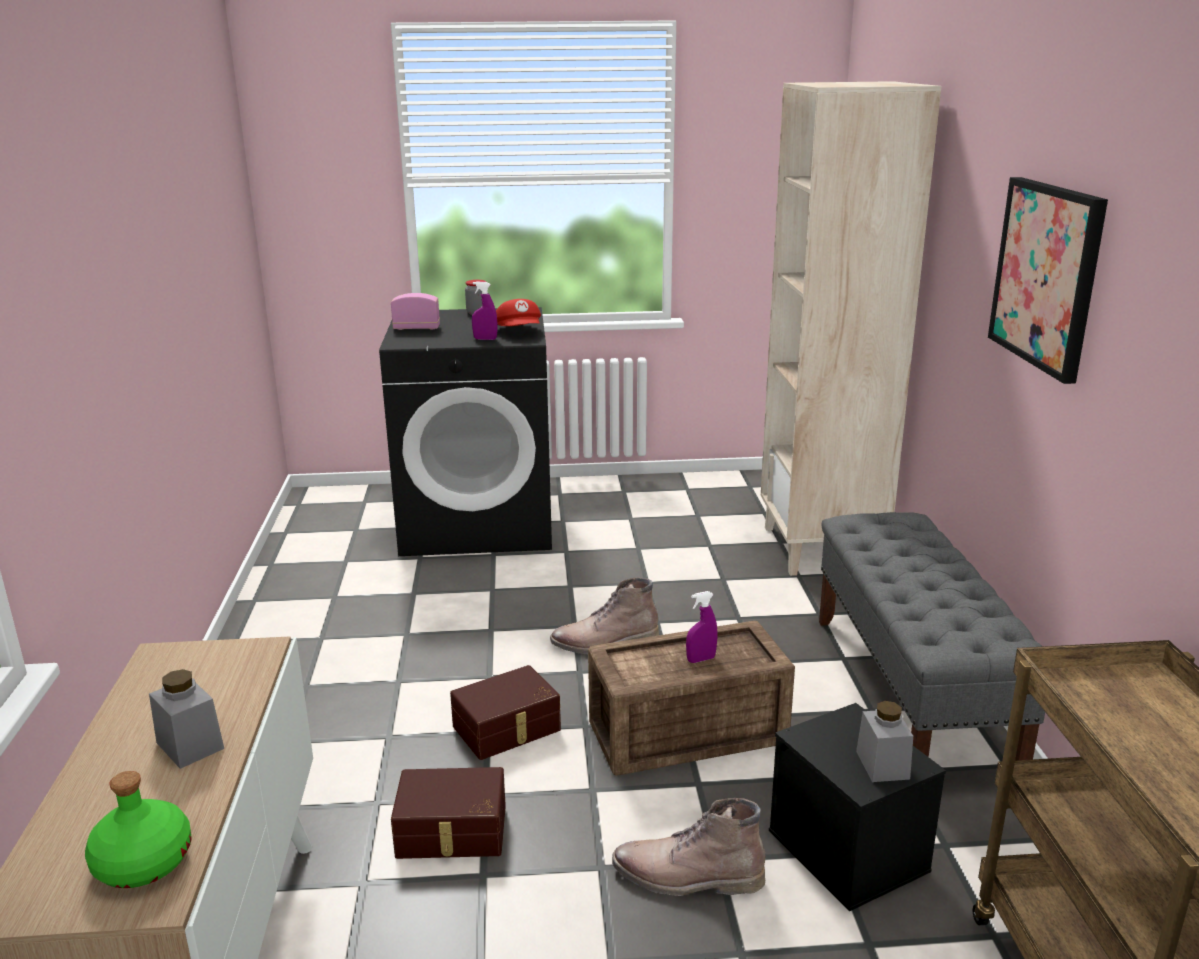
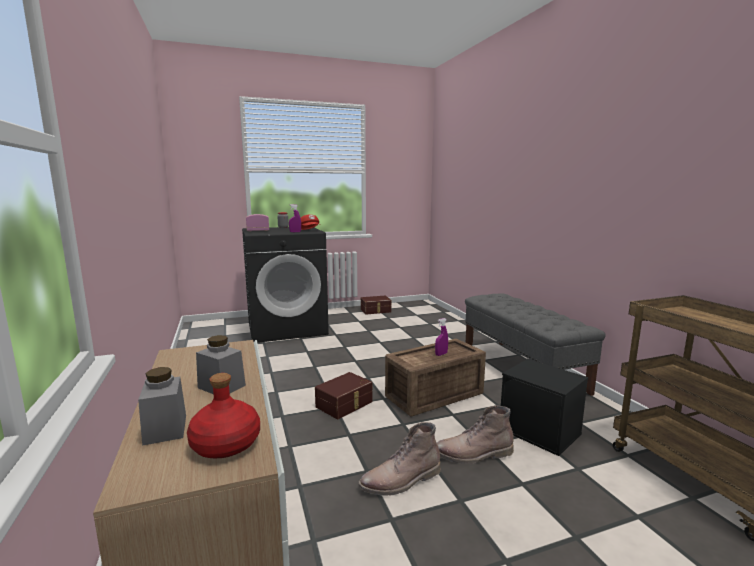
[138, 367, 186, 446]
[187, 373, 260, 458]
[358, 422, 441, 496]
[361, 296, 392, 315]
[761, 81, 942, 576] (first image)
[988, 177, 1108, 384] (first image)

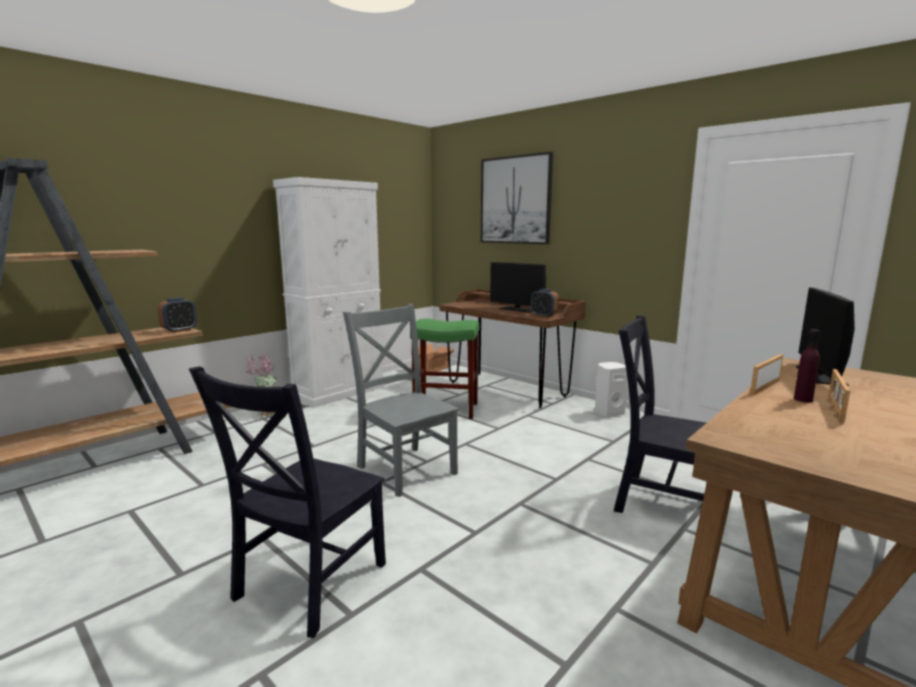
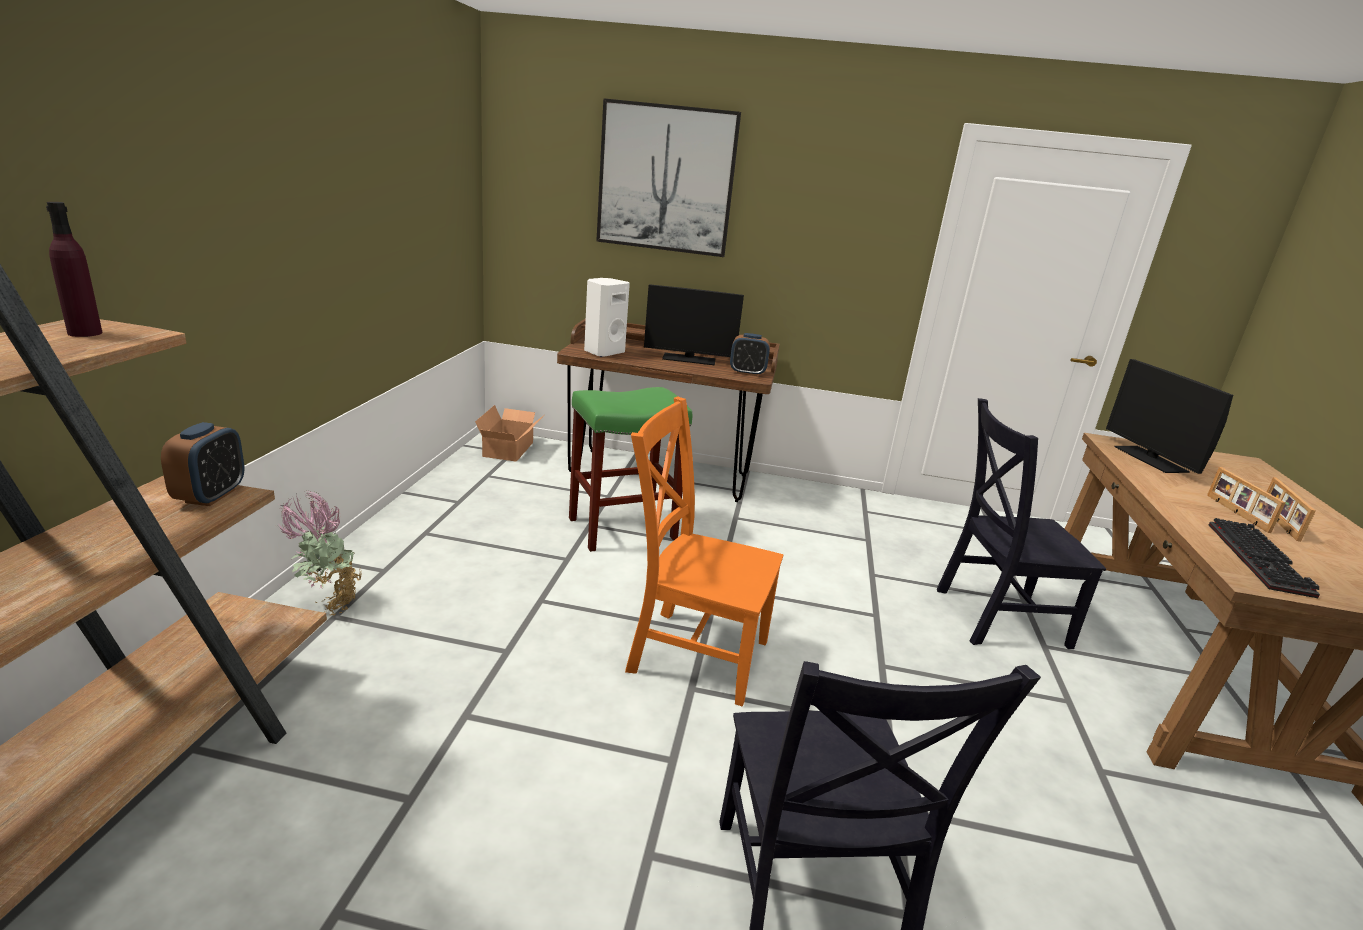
[46, 202, 103, 337]
[584, 278, 630, 357]
[625, 396, 783, 706]
[1209, 518, 1320, 598]
[1267, 477, 1316, 542]
[273, 177, 384, 408] (first image)

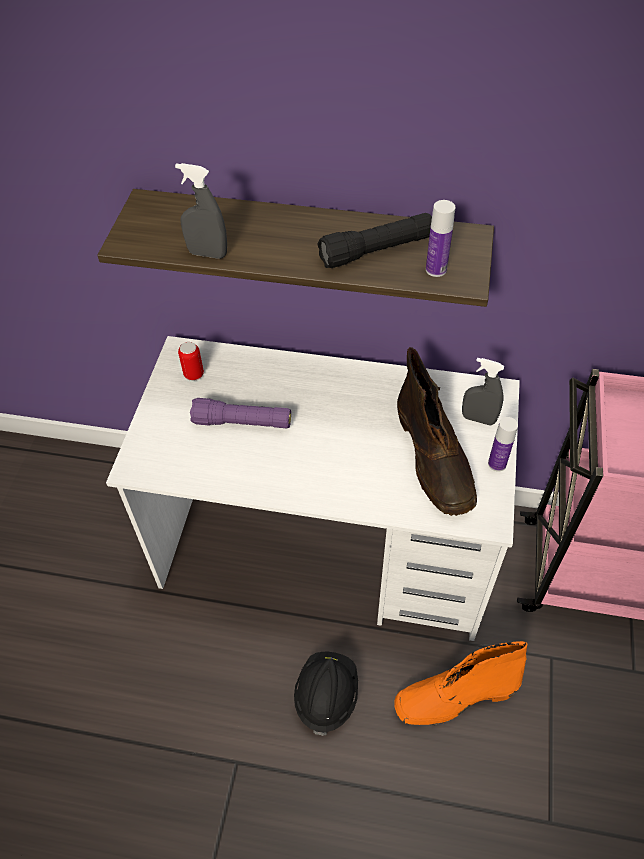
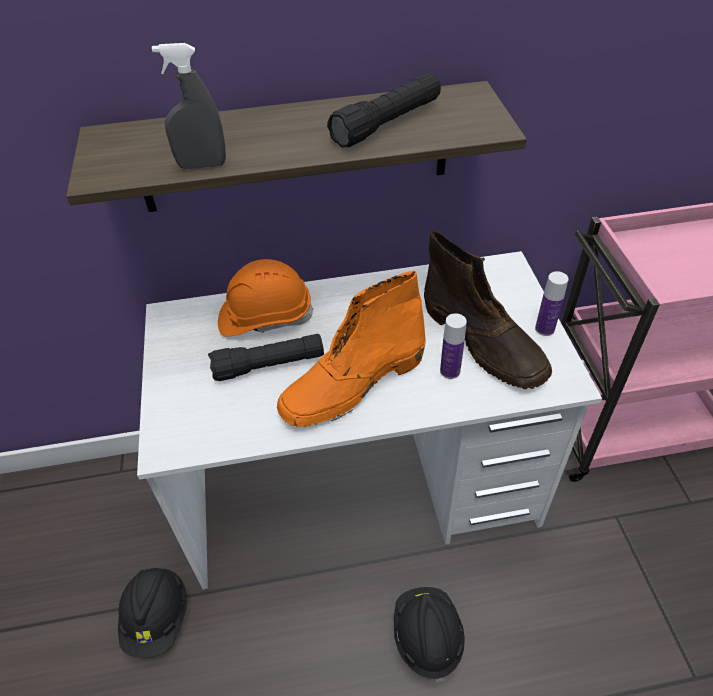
[118, 568, 187, 658]
[208, 334, 324, 381]
[218, 259, 313, 337]
[277, 271, 426, 428]
[440, 313, 467, 379]
[178, 342, 204, 381] (first image)
[462, 358, 504, 426] (first image)

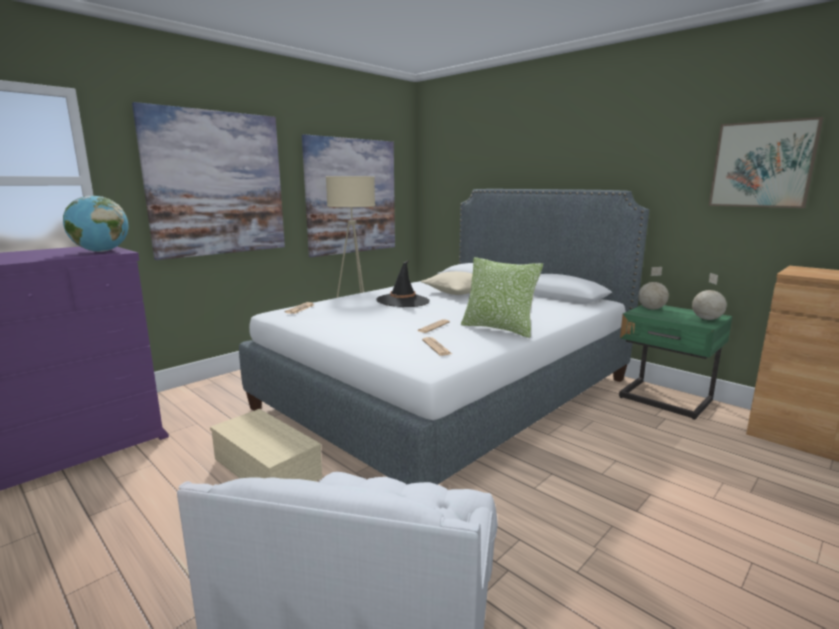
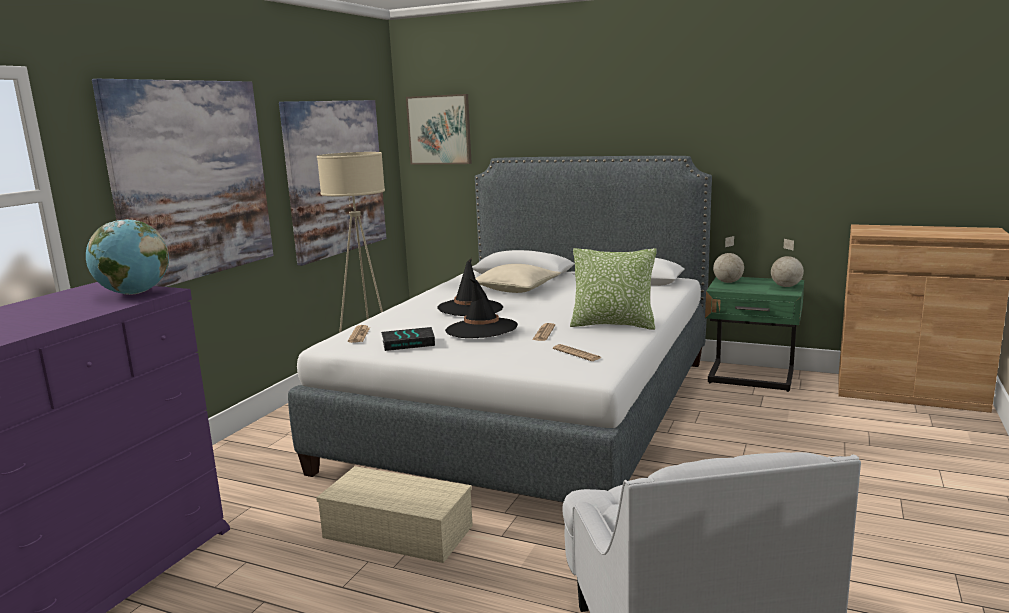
[381, 327, 435, 351]
[406, 94, 472, 165]
[445, 278, 518, 338]

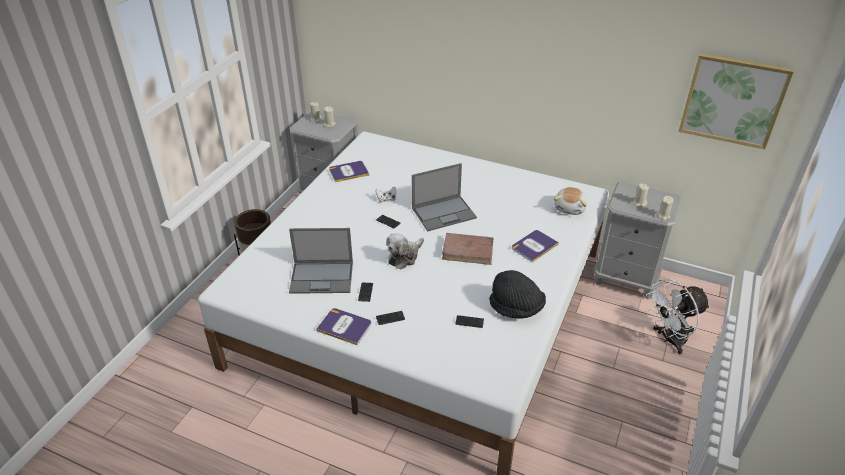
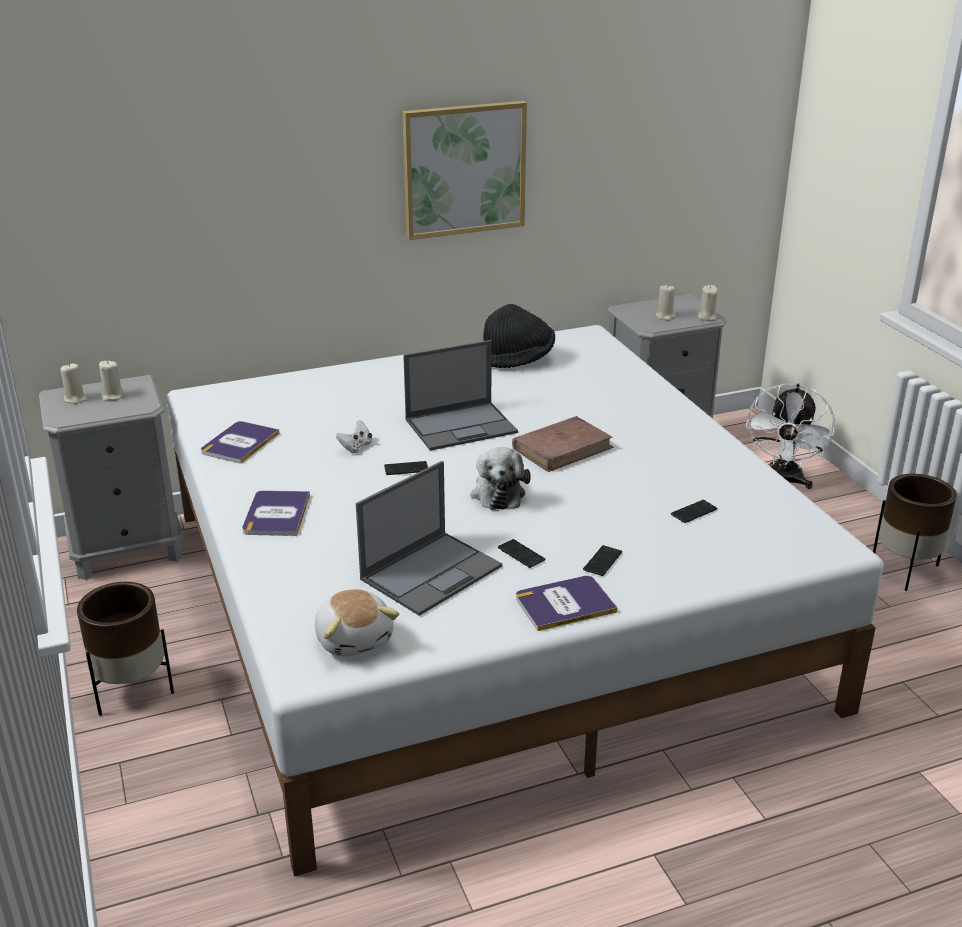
[242, 490, 310, 536]
[315, 589, 399, 657]
[402, 101, 527, 240]
[403, 340, 518, 451]
[483, 304, 555, 368]
[873, 474, 957, 591]

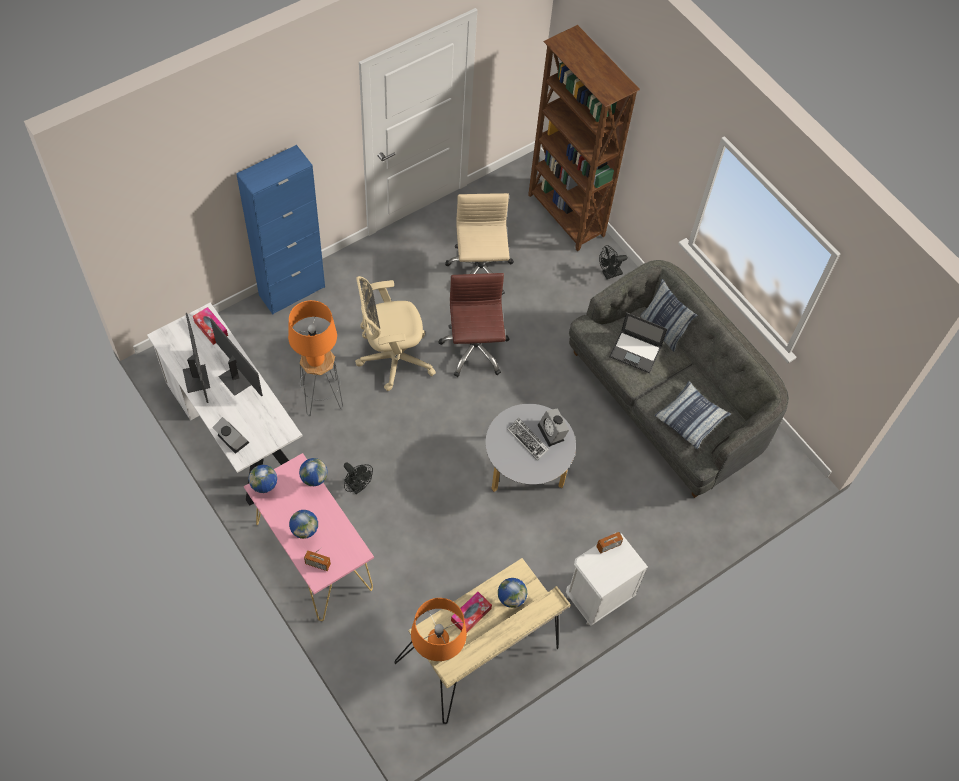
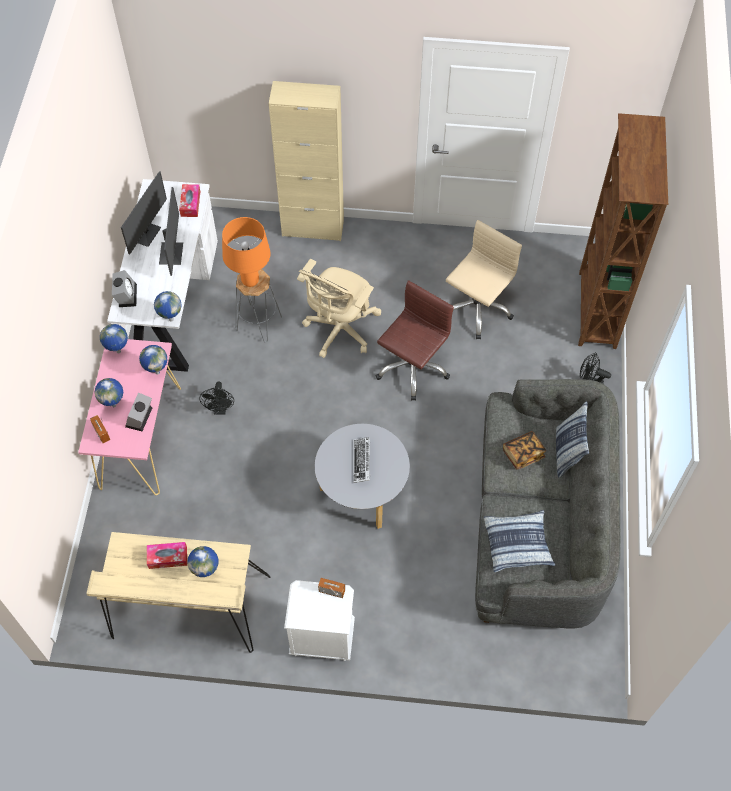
[125, 393, 152, 431]
[154, 291, 182, 321]
[269, 81, 344, 241]
[297, 259, 381, 358]
[503, 431, 546, 470]
[411, 598, 467, 661] (first image)

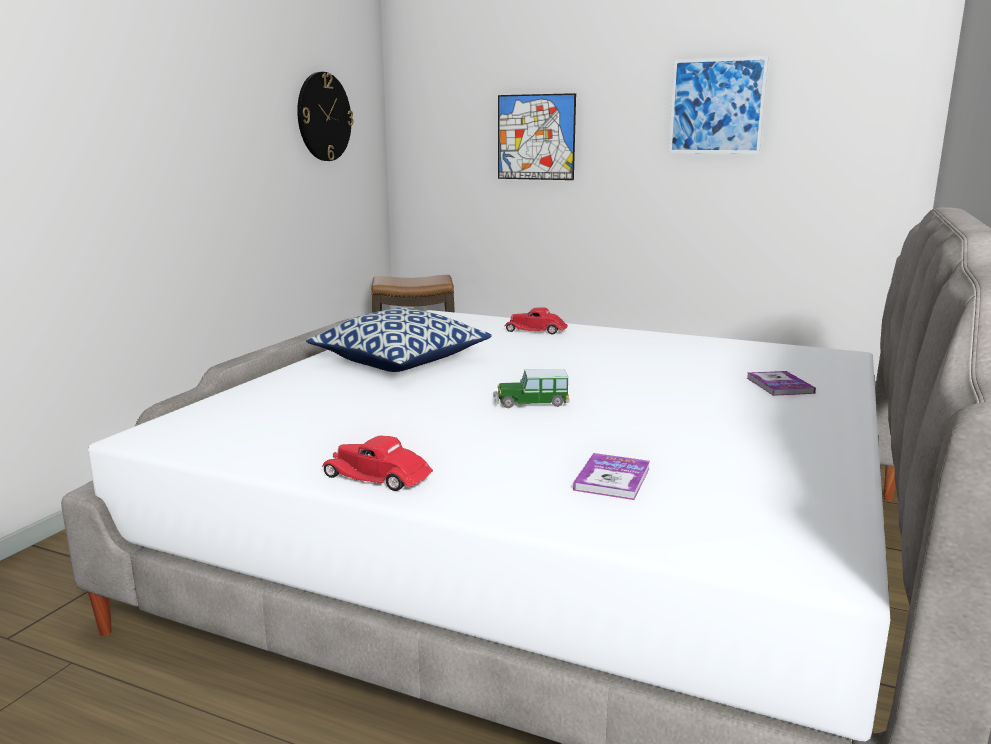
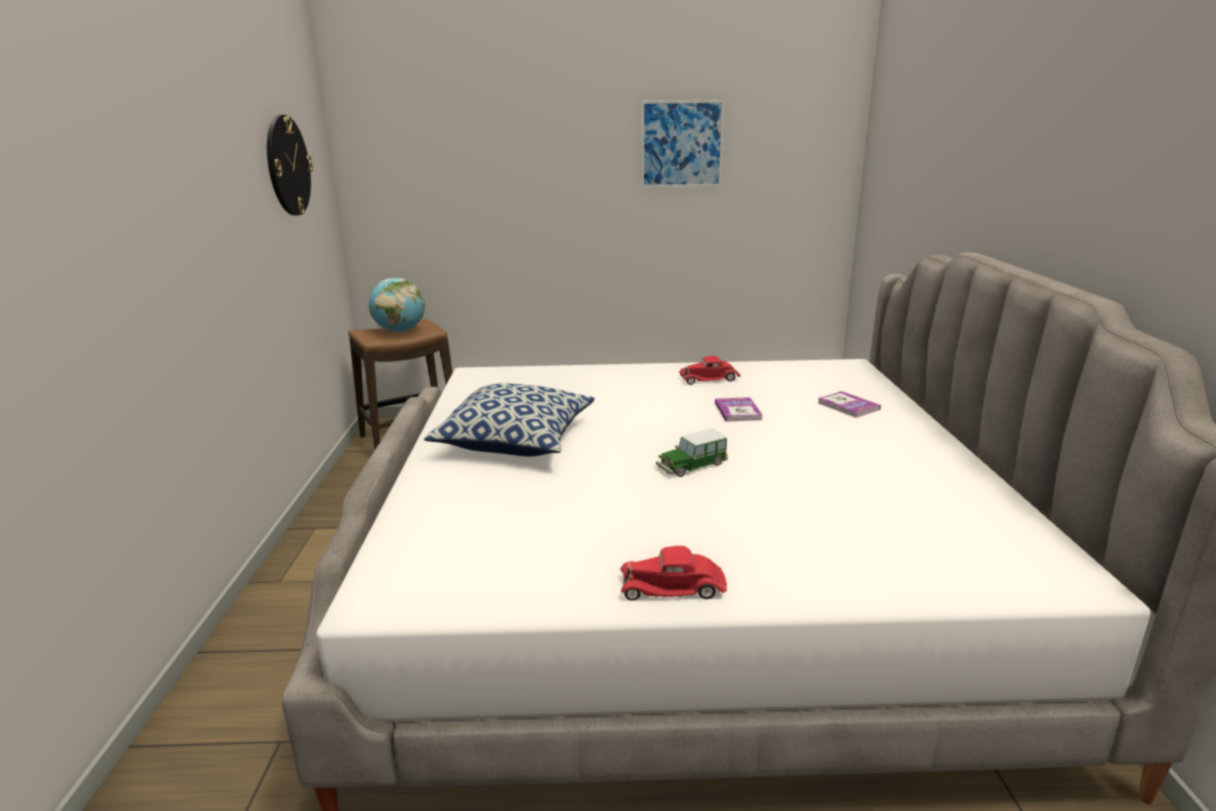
[369, 278, 425, 332]
[679, 356, 741, 385]
[715, 397, 763, 422]
[498, 93, 576, 180] (first image)

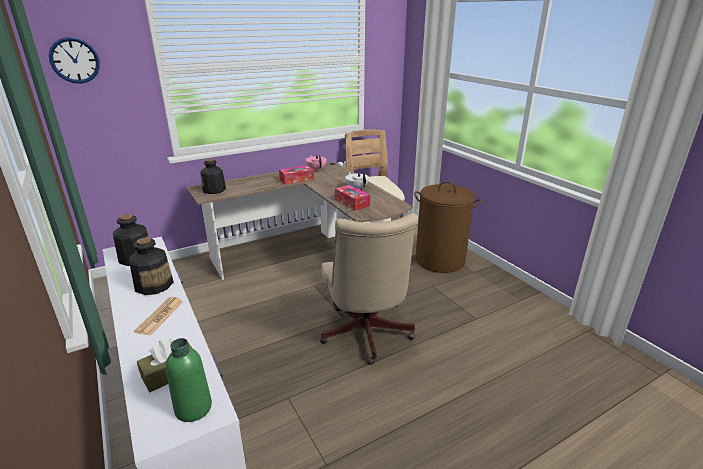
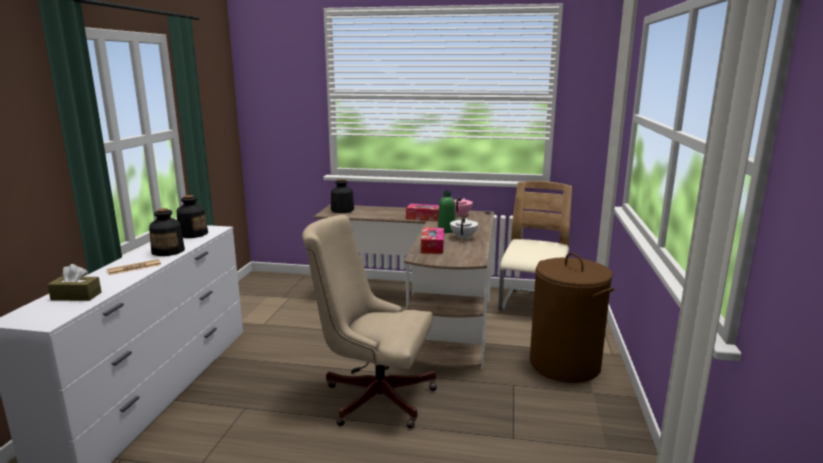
[302, 215, 437, 429]
[438, 191, 455, 233]
[49, 37, 100, 84] (first image)

